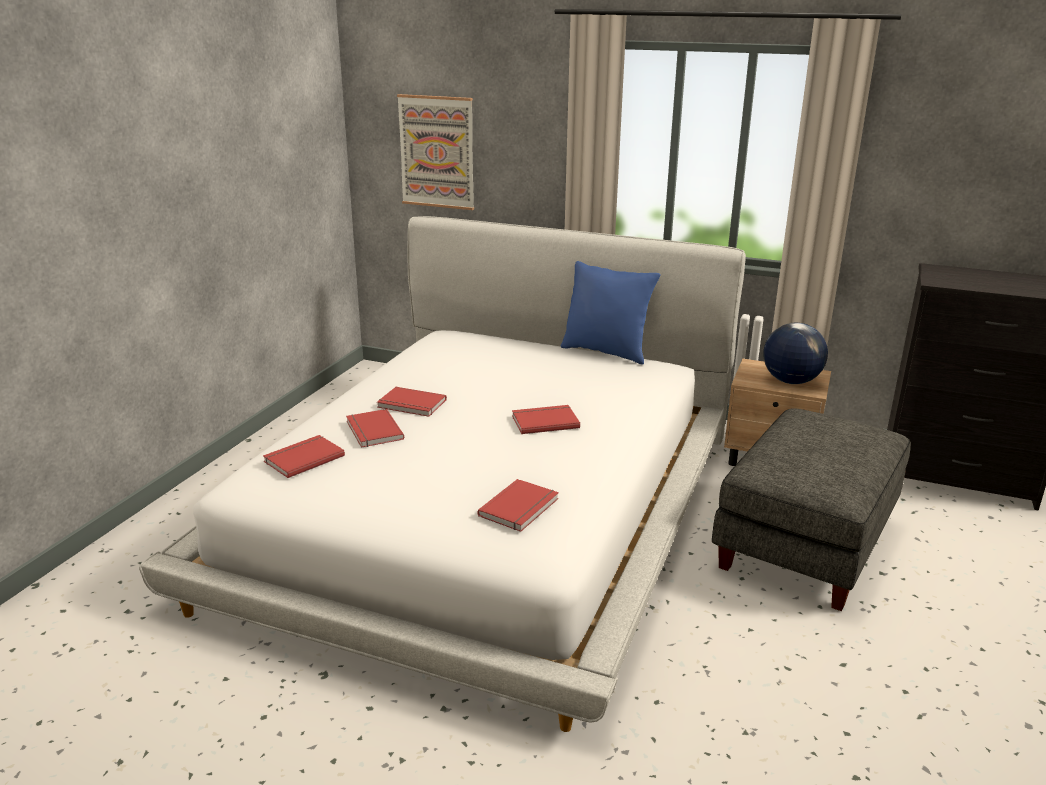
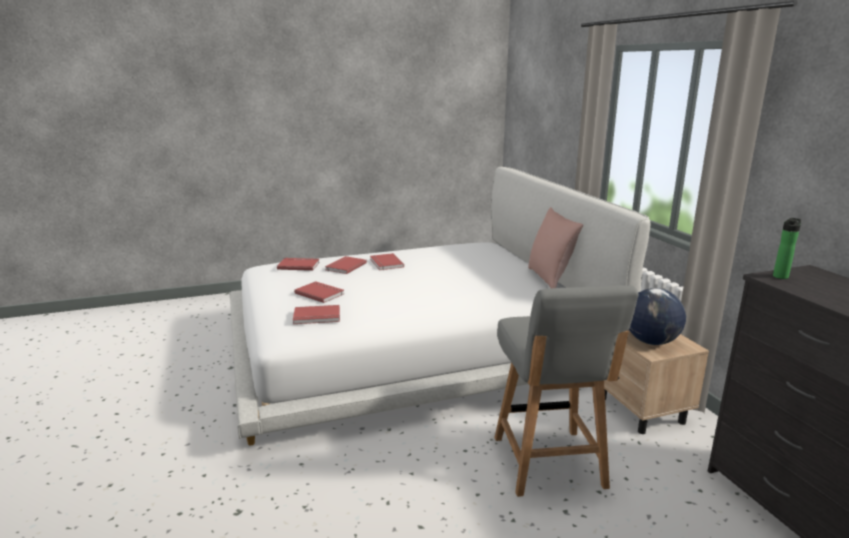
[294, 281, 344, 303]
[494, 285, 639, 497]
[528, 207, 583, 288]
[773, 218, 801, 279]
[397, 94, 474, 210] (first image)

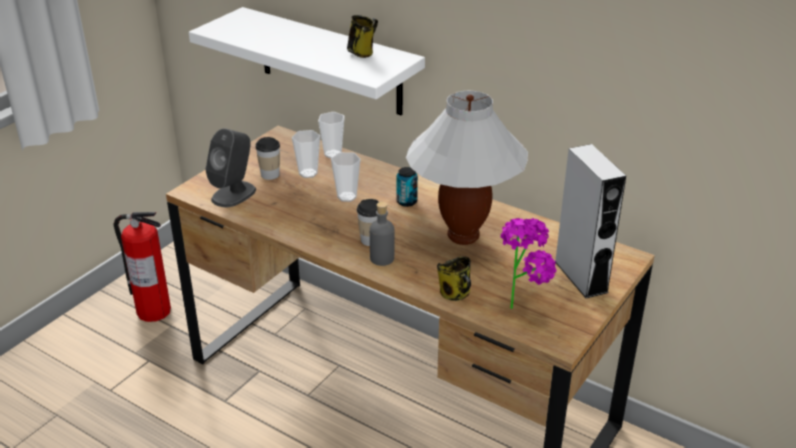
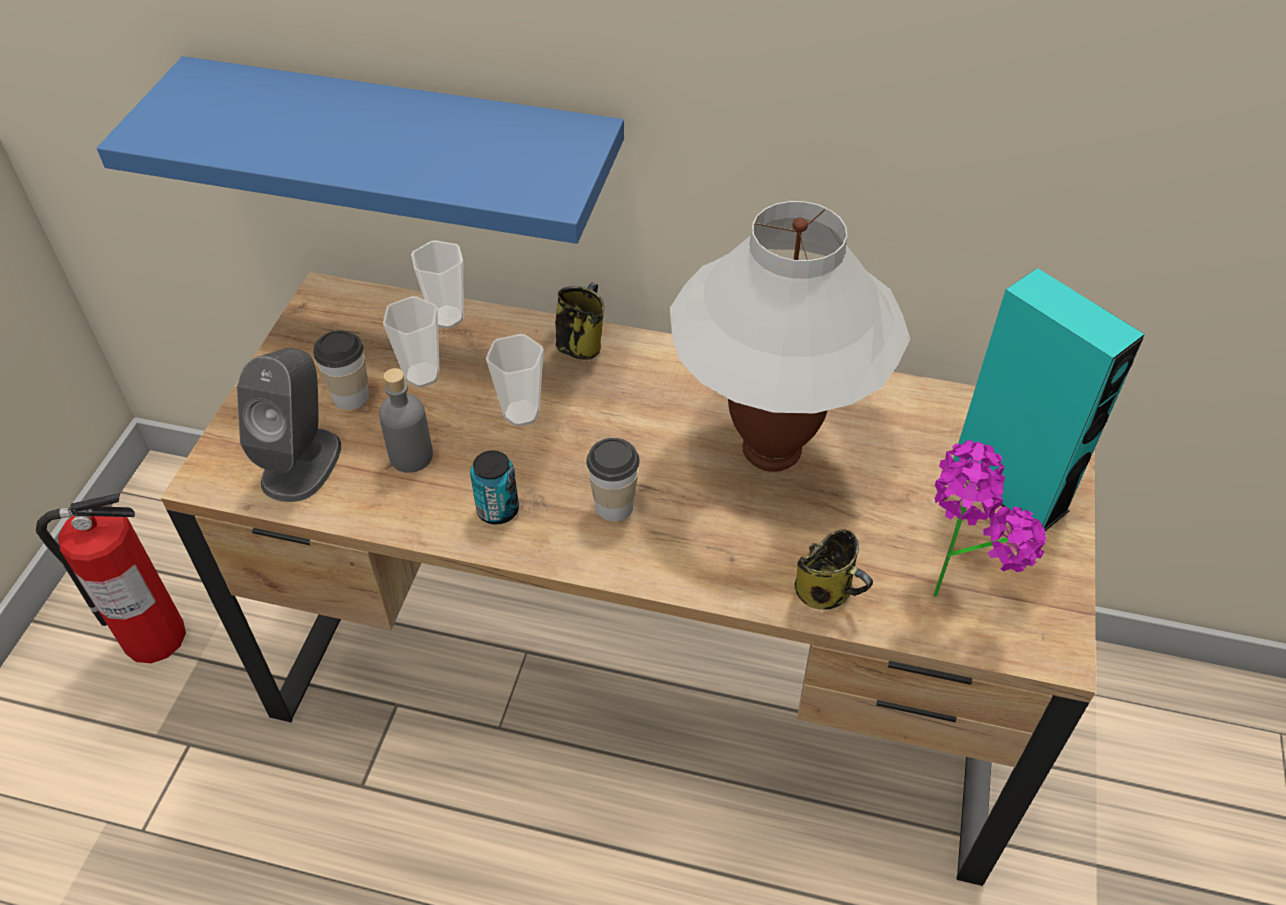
[97, 56, 624, 244]
[379, 368, 433, 473]
[470, 450, 519, 525]
[555, 283, 604, 360]
[954, 268, 1144, 531]

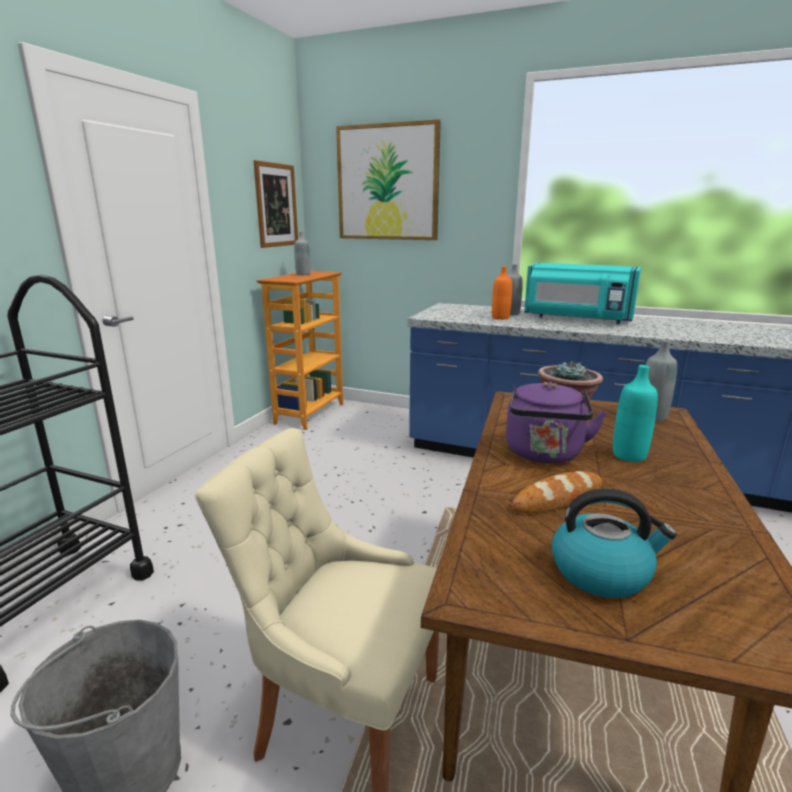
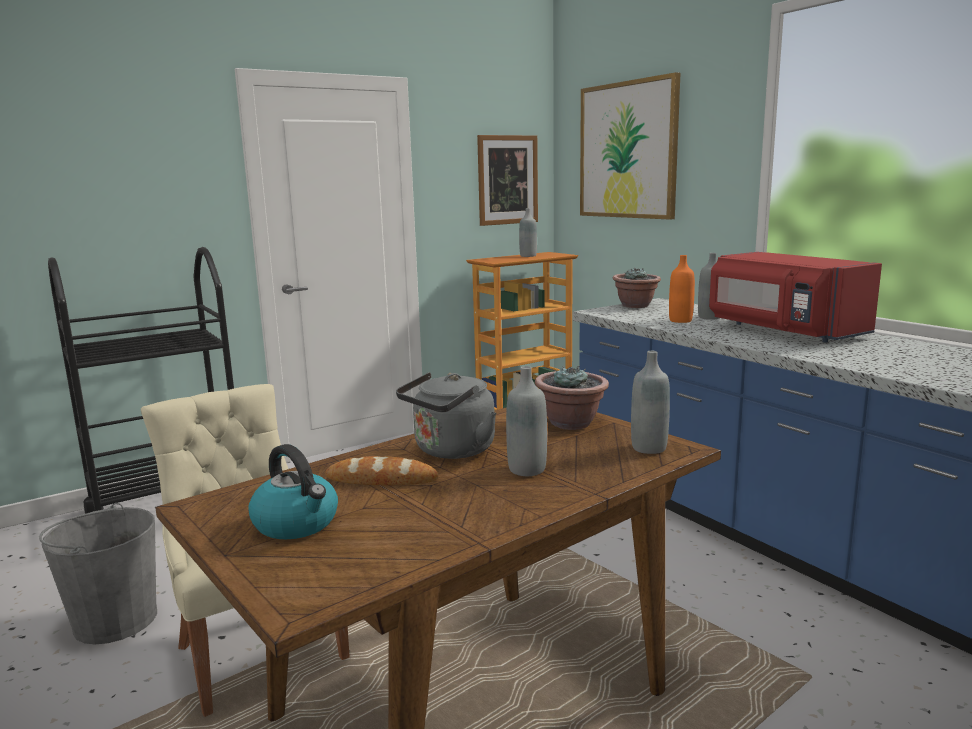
[396, 372, 496, 459]
[506, 366, 547, 476]
[613, 268, 661, 308]
[709, 252, 882, 343]

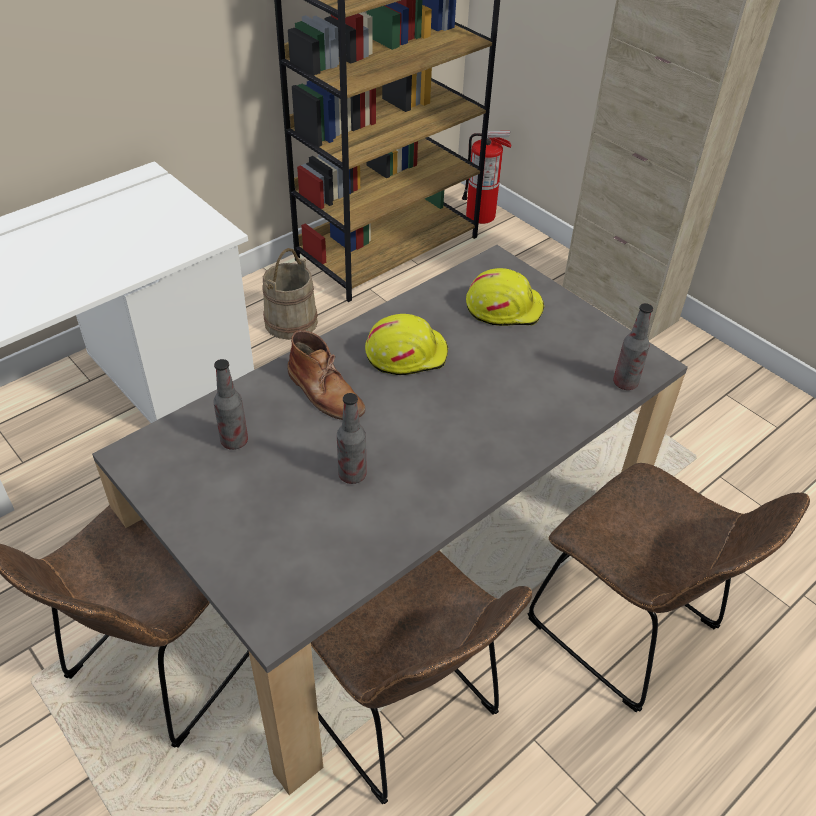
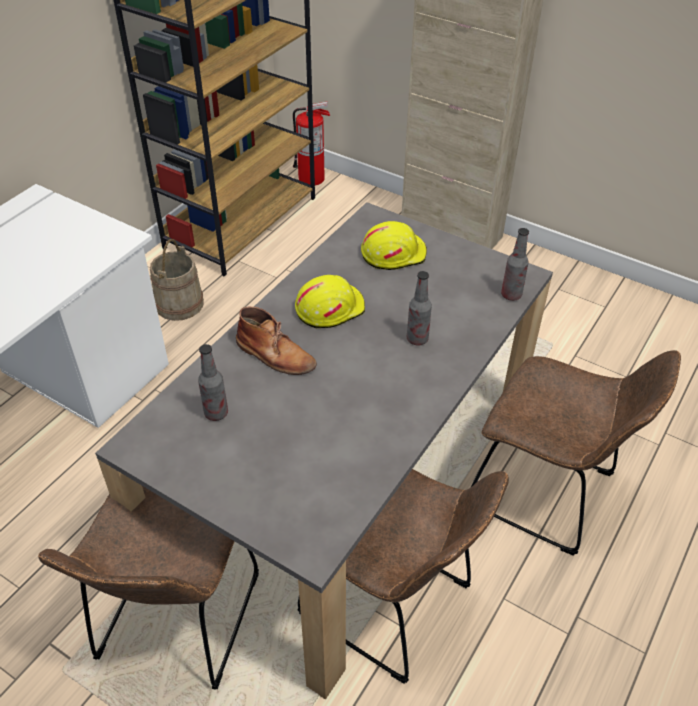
[407, 271, 432, 346]

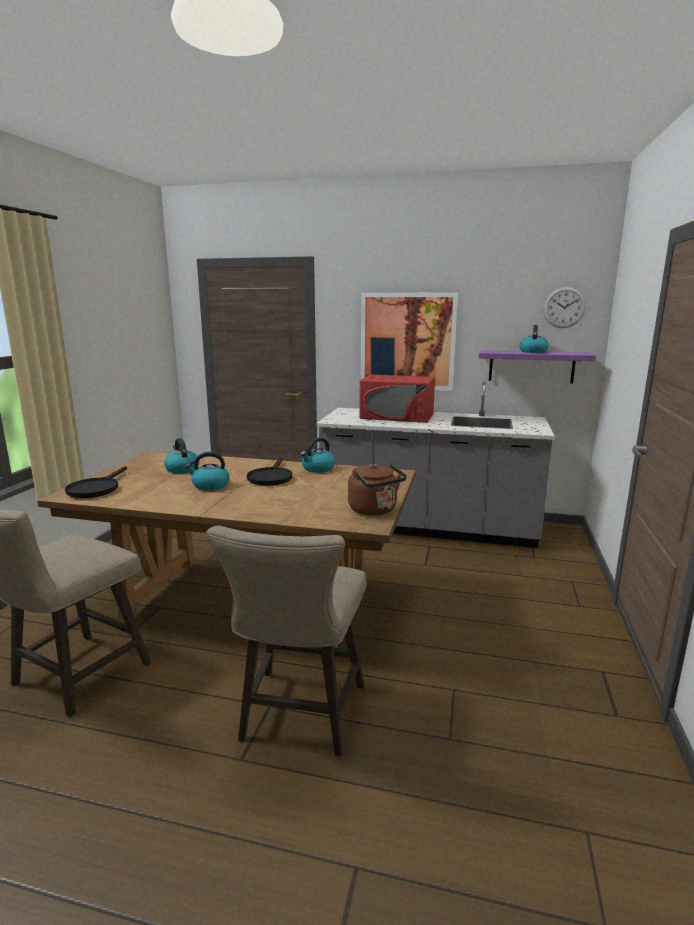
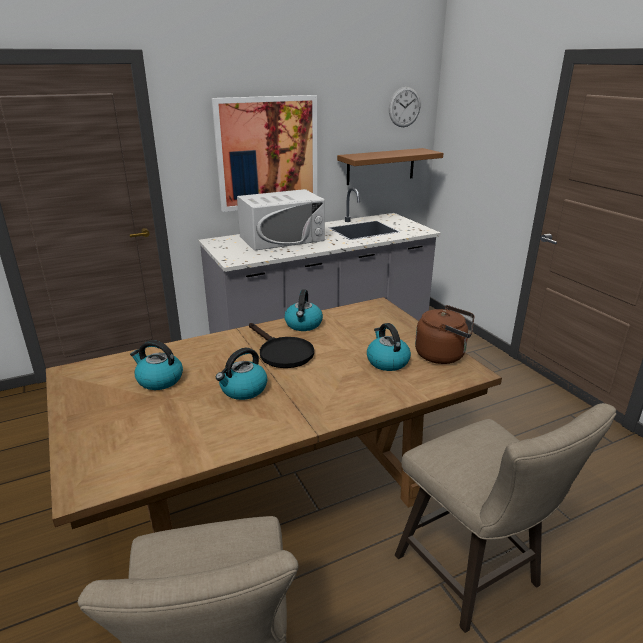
[237, 189, 325, 251]
[337, 148, 444, 185]
[367, 323, 411, 371]
[65, 466, 127, 498] (first image)

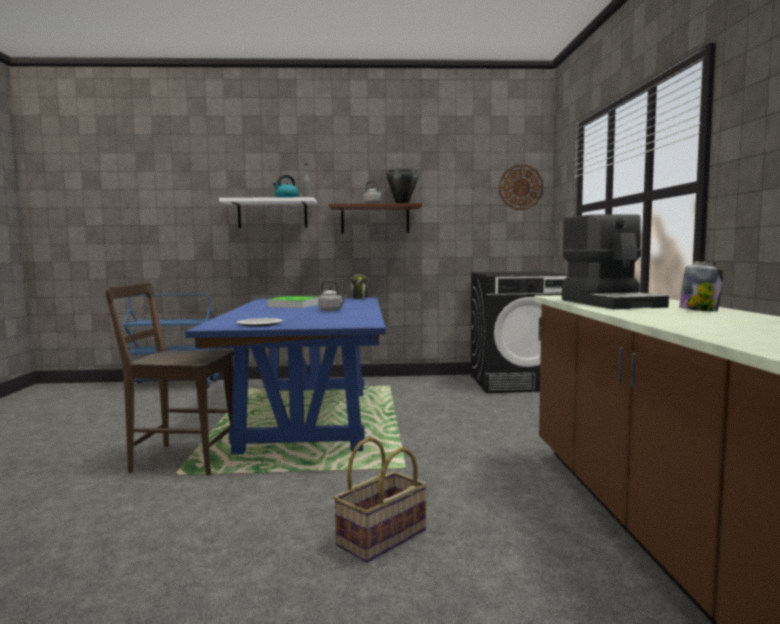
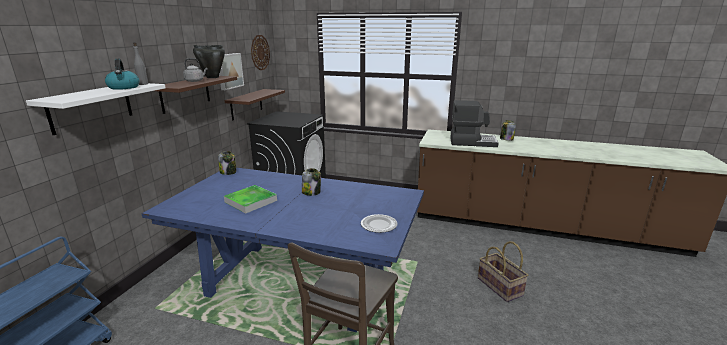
[219, 53, 244, 90]
[224, 89, 285, 121]
[302, 168, 321, 196]

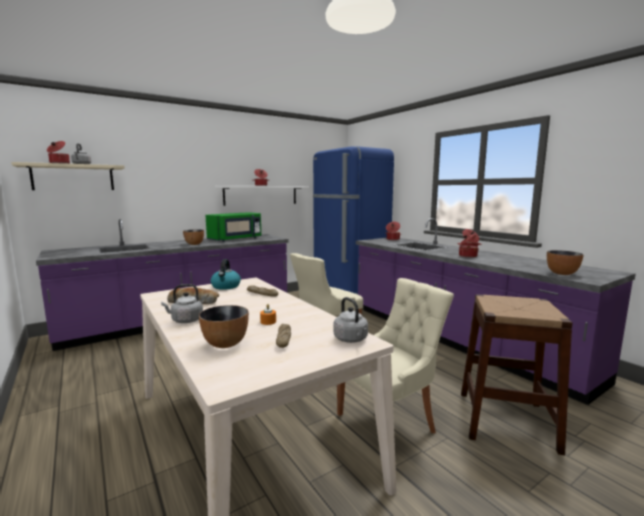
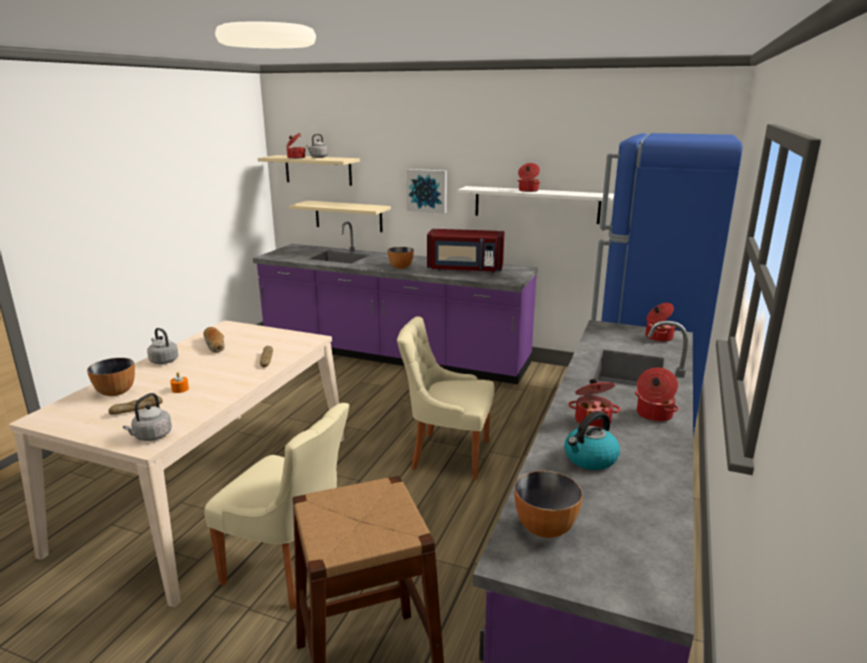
[289, 201, 391, 232]
[406, 169, 447, 213]
[427, 229, 505, 273]
[564, 411, 620, 470]

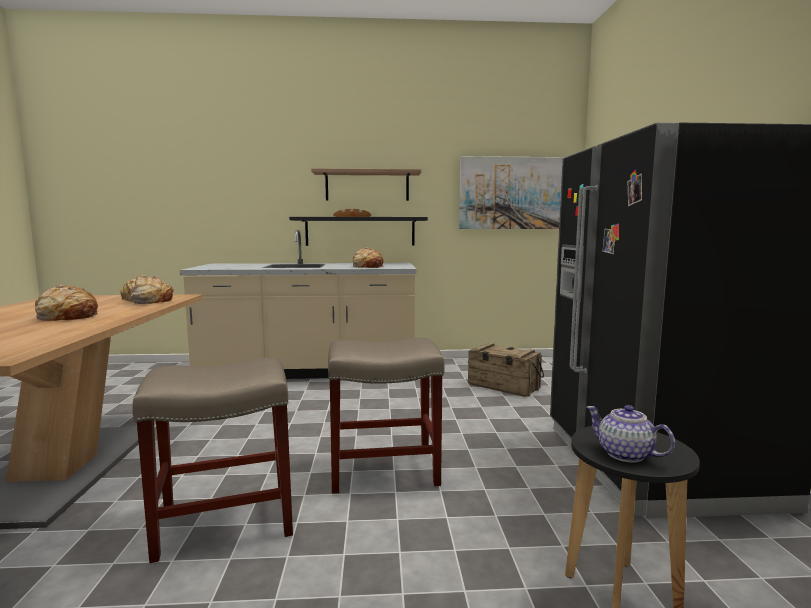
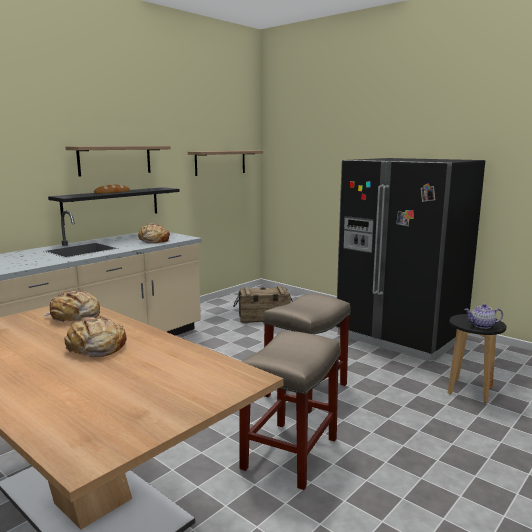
[188, 151, 263, 176]

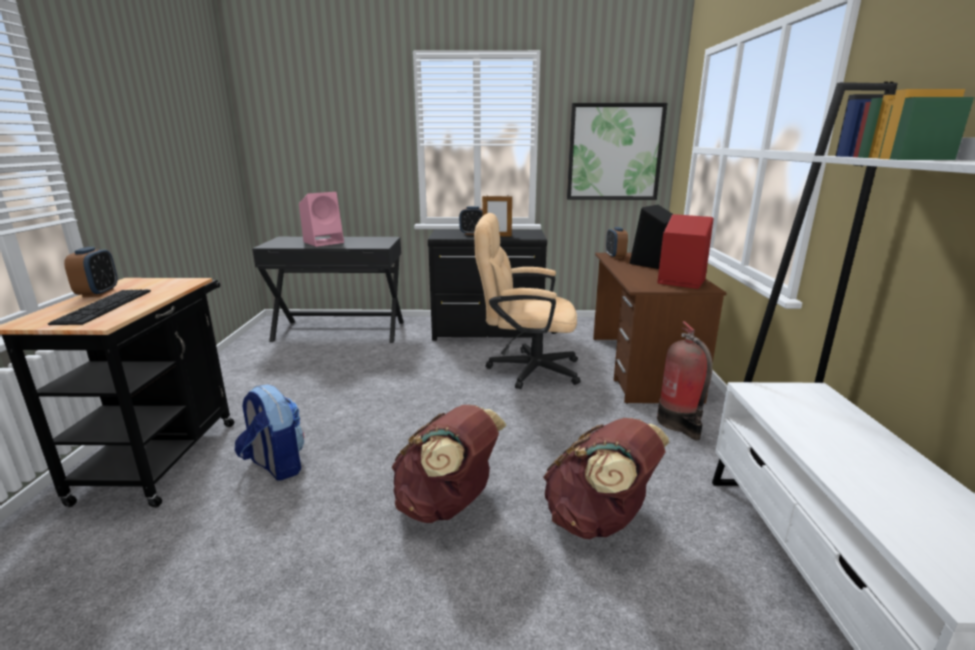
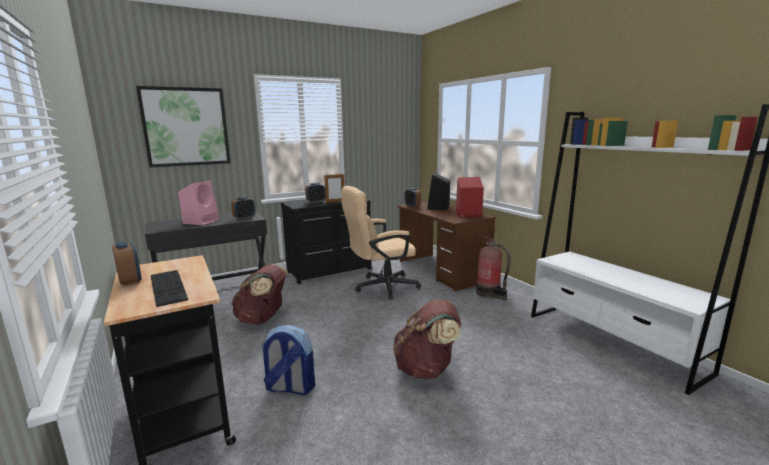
[136, 86, 231, 167]
[231, 197, 255, 220]
[231, 264, 288, 325]

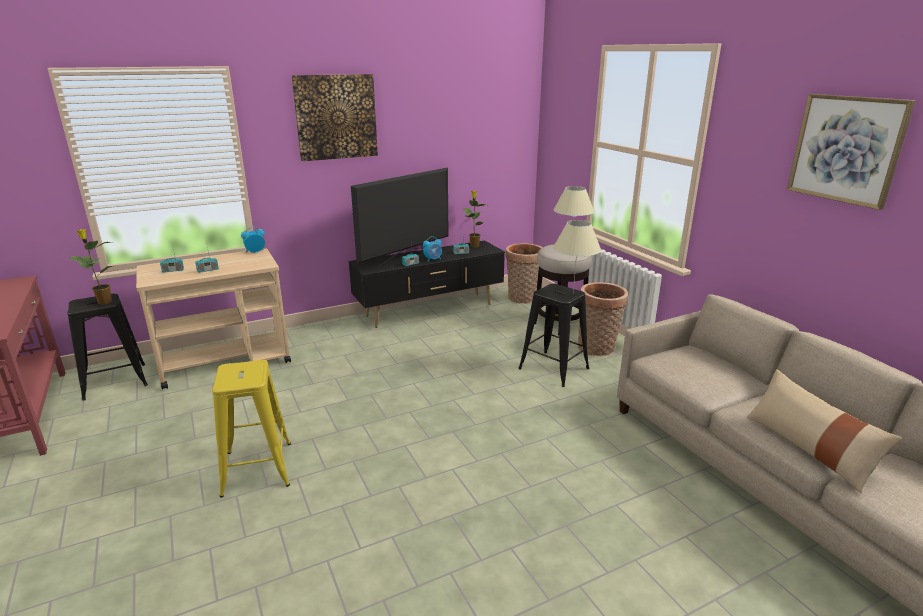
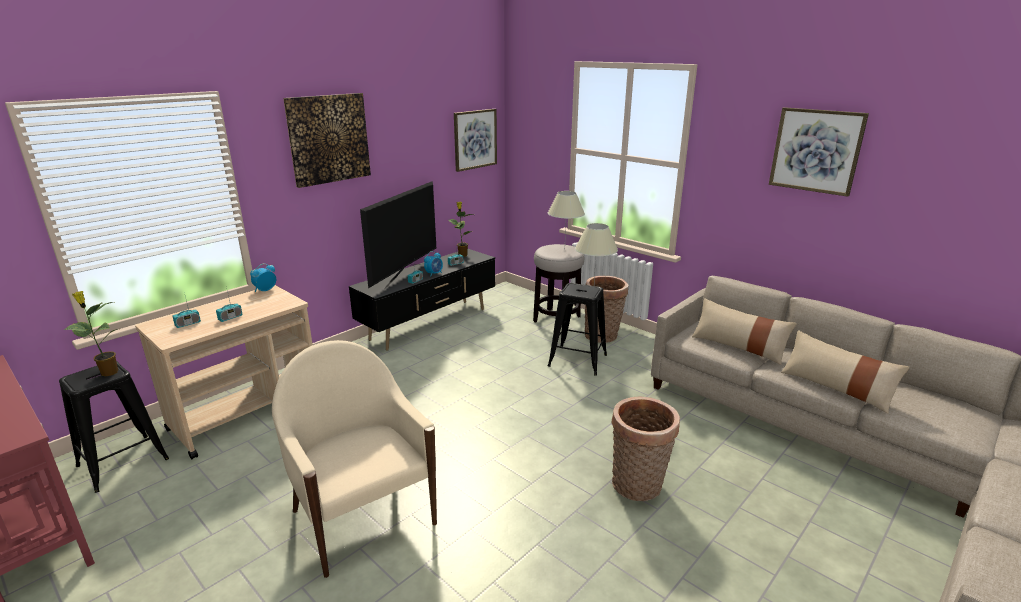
[272, 340, 437, 578]
[454, 109, 497, 172]
[611, 396, 680, 501]
[692, 298, 797, 365]

